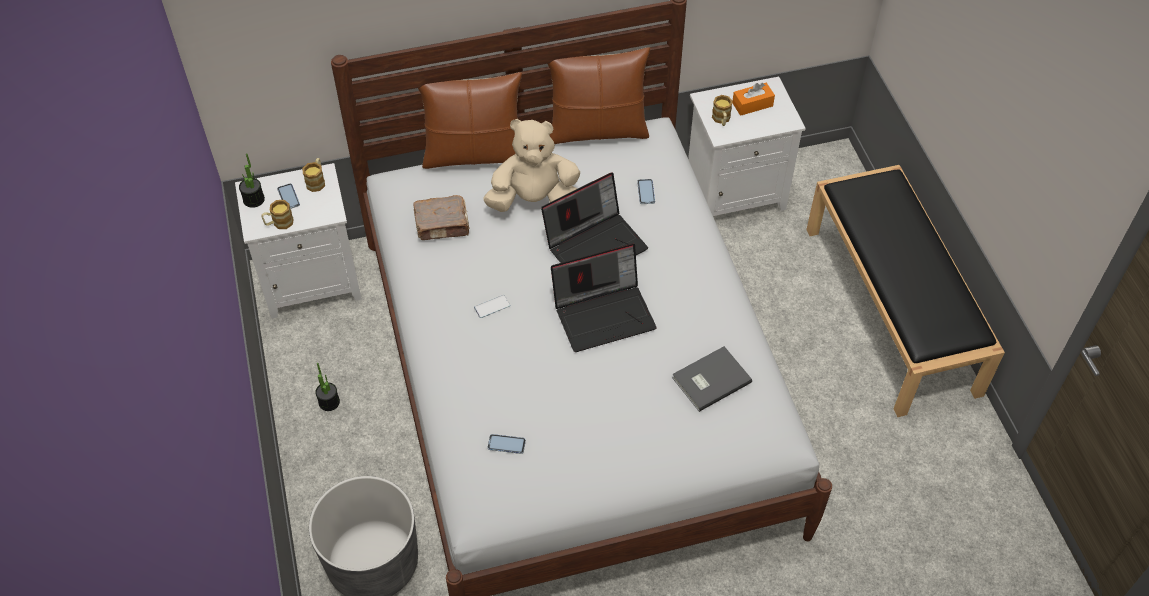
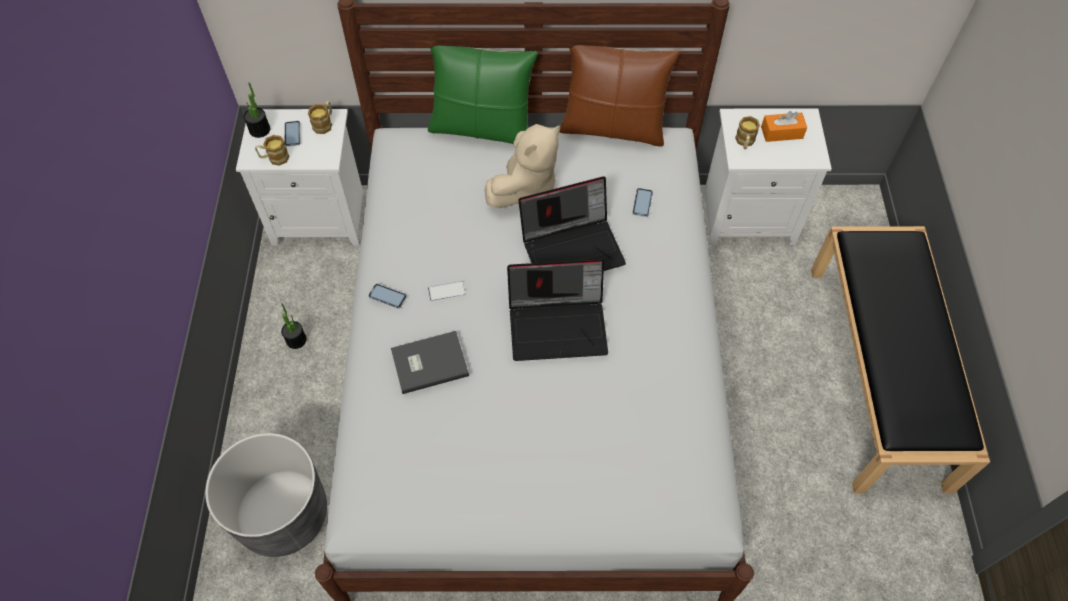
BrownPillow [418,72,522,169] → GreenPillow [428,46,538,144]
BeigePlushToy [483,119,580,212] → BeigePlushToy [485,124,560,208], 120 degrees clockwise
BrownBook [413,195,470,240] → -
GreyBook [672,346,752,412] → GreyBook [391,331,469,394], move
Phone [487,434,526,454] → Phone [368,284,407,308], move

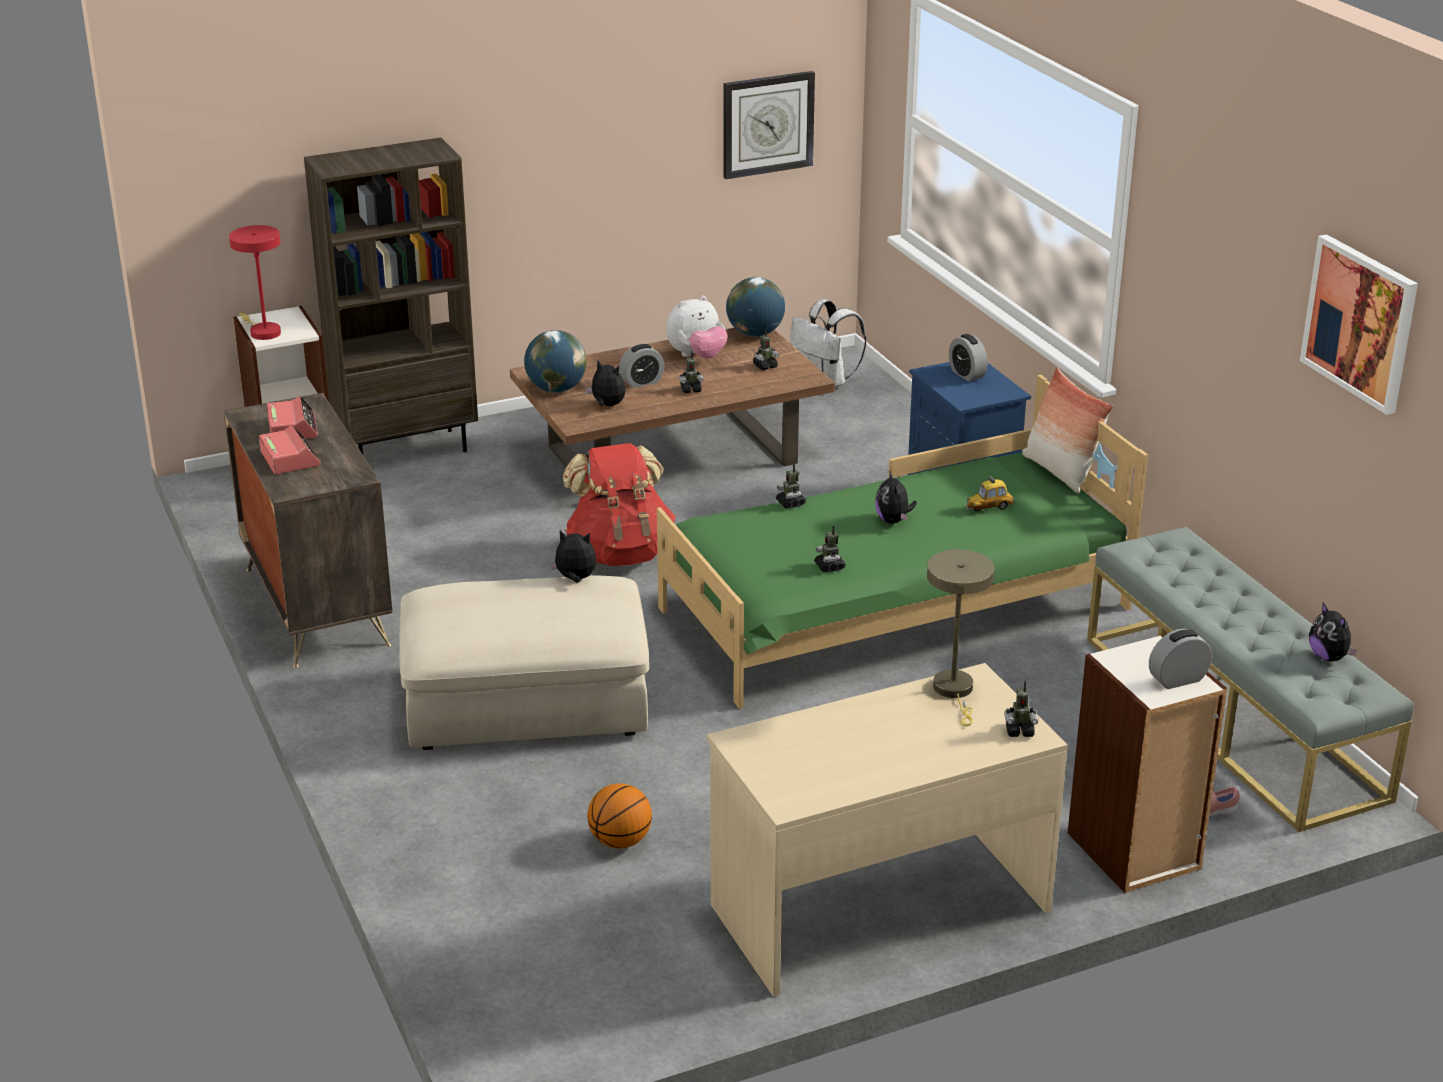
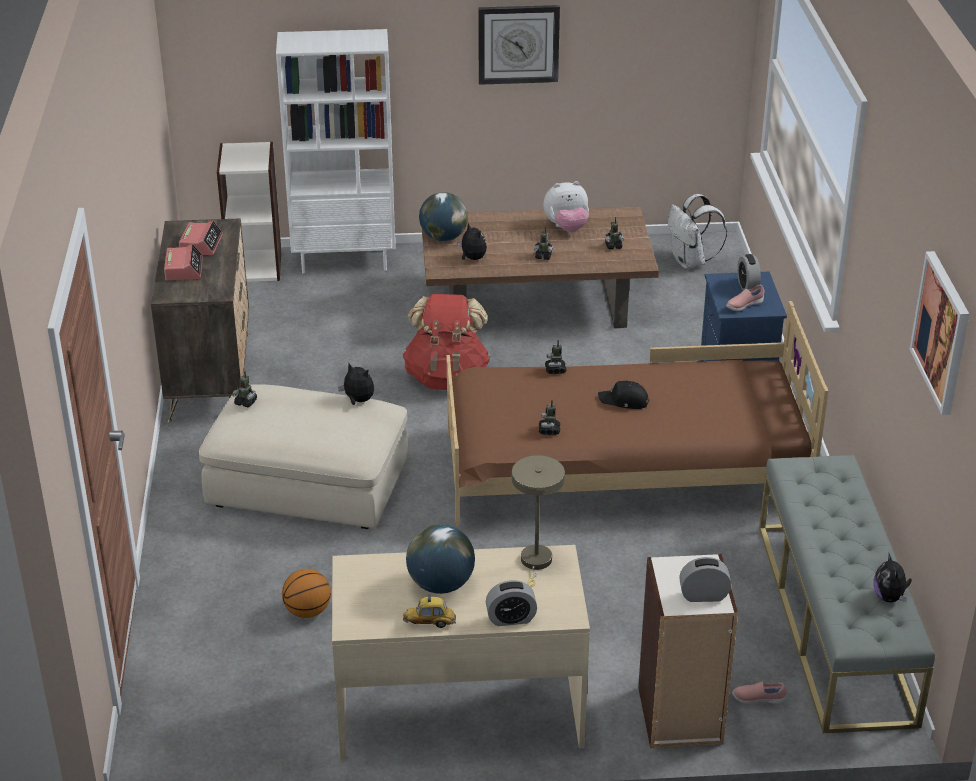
WallClock [723,71,815,179] → WallClock [478,5,560,85], move
BrownBookcase [304,138,478,454] → WhiteBookcase [276,29,395,274]
RedTableLamp [229,225,281,340] → -
Globe [726,277,785,337] → Globe [406,524,475,594], move
AlarmClock [619,344,665,388] → AlarmClock [486,580,537,626], move
Pillow [1022,368,1113,493] → -
GreenBed [657,375,1148,709] → BrownBed [446,301,829,526]
PlushToy [875,470,917,524] → BlackCap [598,381,649,409]
ToyCar [966,476,1015,511] → ToyCar [403,594,456,628], move
ToyRobot [1004,680,1038,737] → ToyRobot [232,371,257,408], move
- → PinkShoe [726,285,765,311]

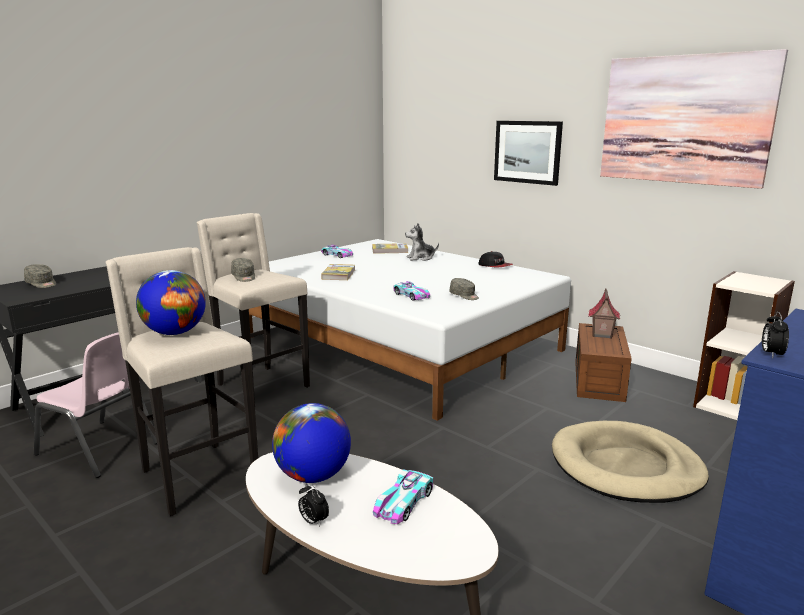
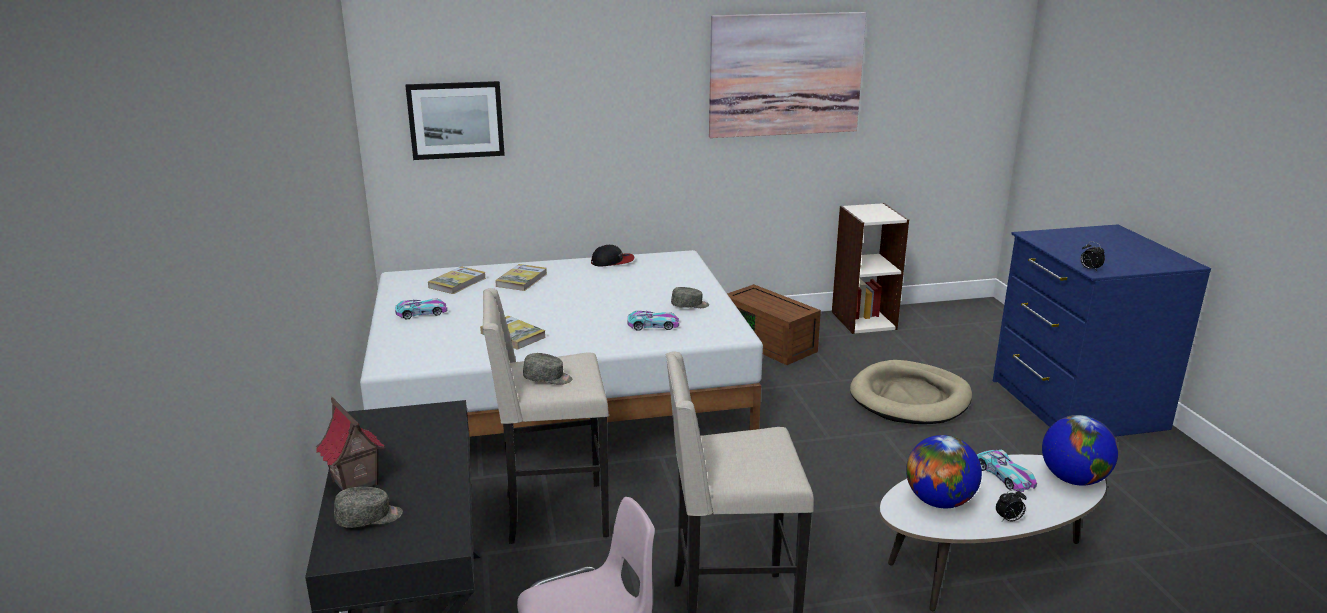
Picture [494,121,563,186] → Picture [405,81,505,160], move
PlushToy [405,223,439,261] → Book [495,264,547,291]
Globe [136,270,206,335] → Globe [1042,415,1118,486], move
ToyHouse [588,289,620,339] → ToyHouse [316,397,385,490], move

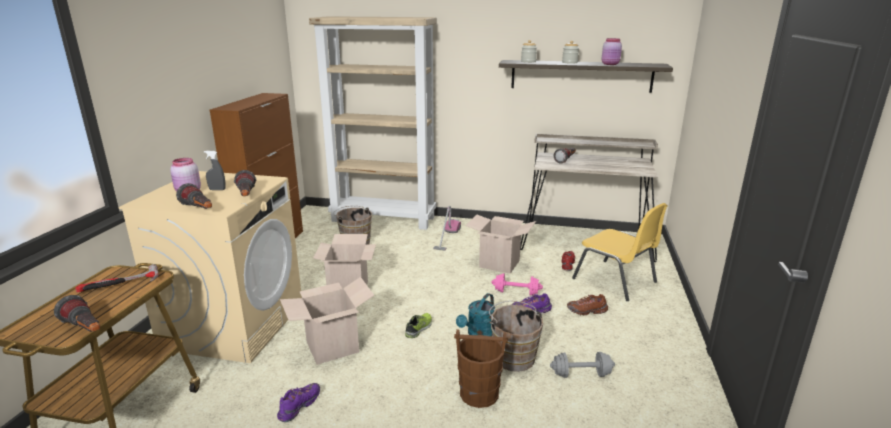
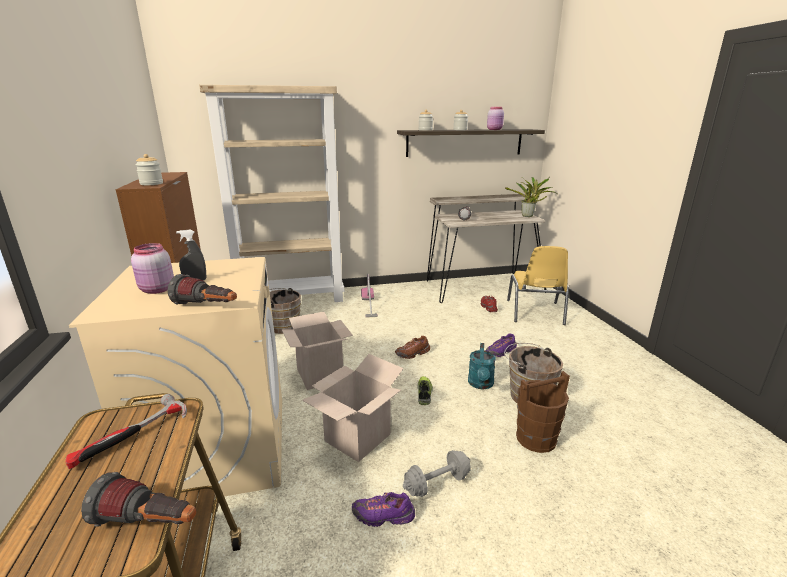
Flashlight [234,170,256,196] → -
YellowChair [572,203,668,301] → YellowChair [507,246,569,325], 75 degrees clockwise
CardboardBox [465,215,536,274] → -
PinkDumbbell [491,273,543,296] → -
BrownShoe [567,294,608,315] → BrownShoe [395,336,430,359], move
GreyDumbbell [550,352,615,378] → GreyDumbbell [403,450,470,497], move
PurpleShoe [277,383,320,422] → PurpleShoe [352,492,415,527], 90 degrees counterclockwise
- → Jar [135,154,163,185]
- → PottedPlant [505,177,557,217]

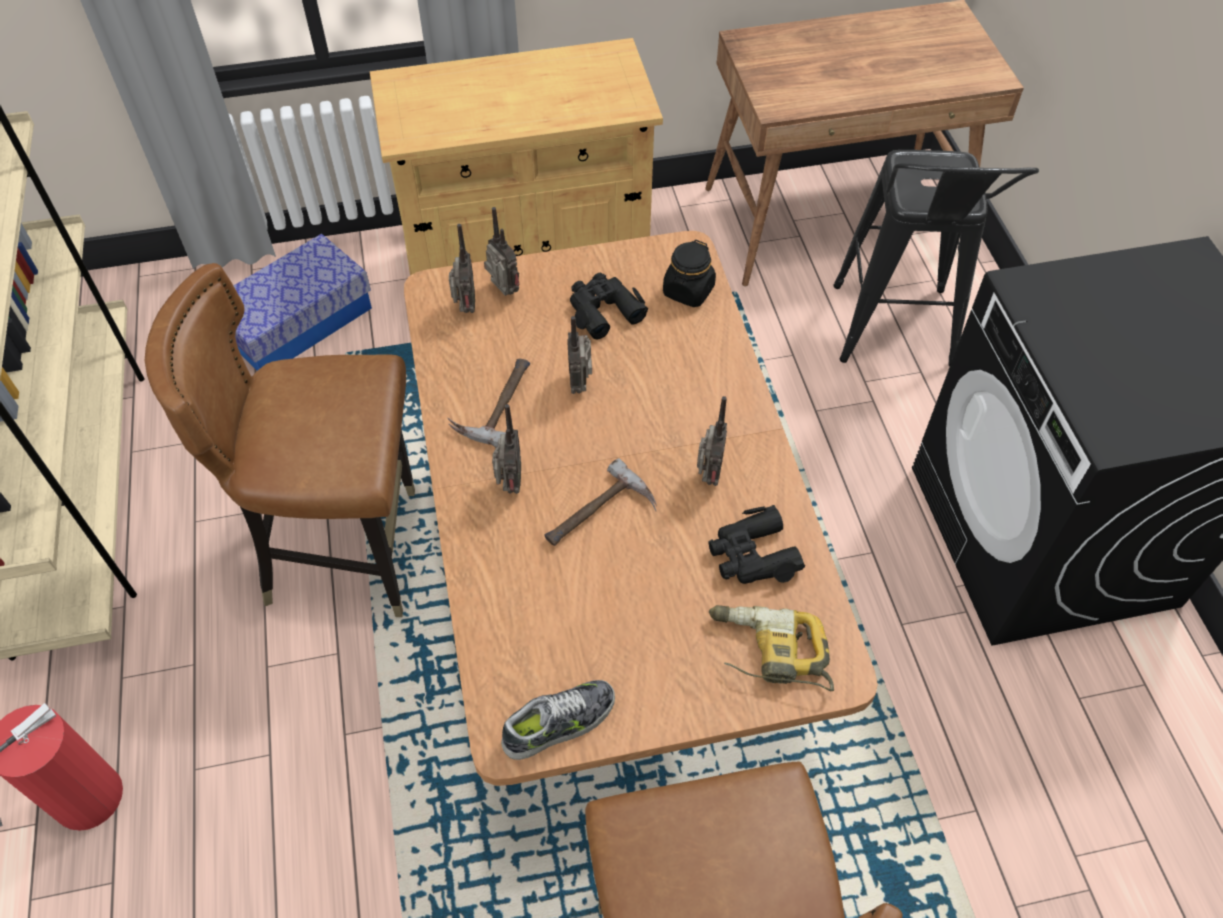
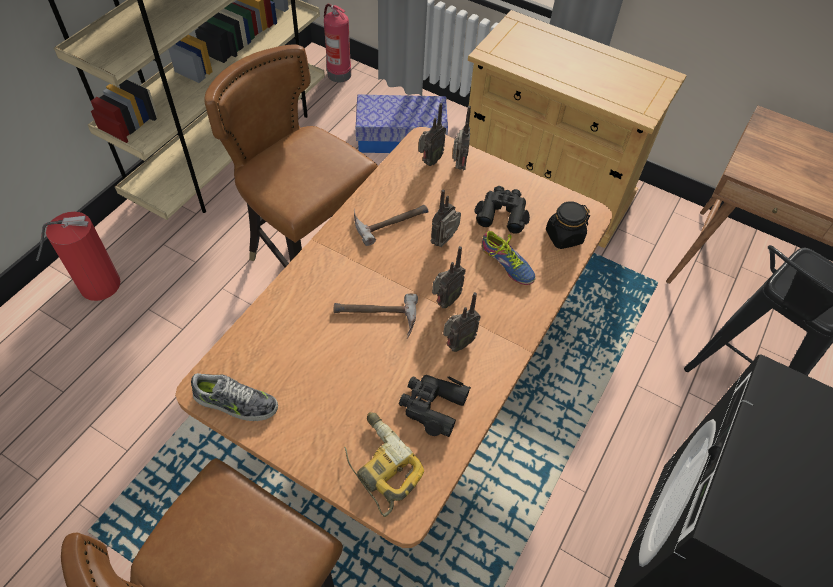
Radio [492,404,521,494] → Radio [432,246,465,308], move
- → FireExtinguisher [324,4,351,82]
- → Shoe [482,231,536,285]

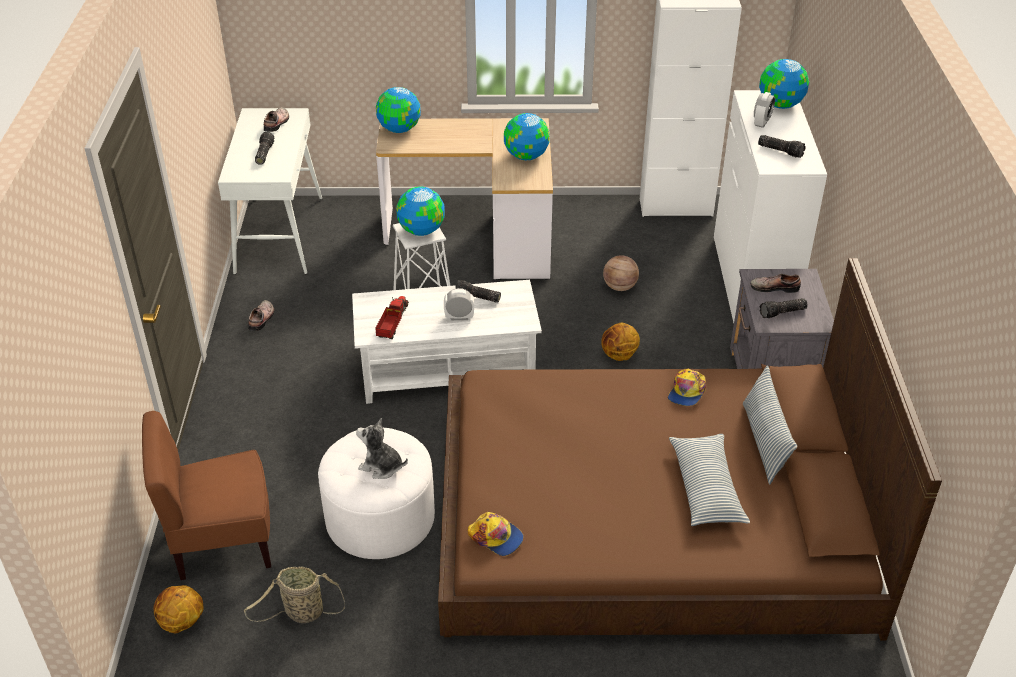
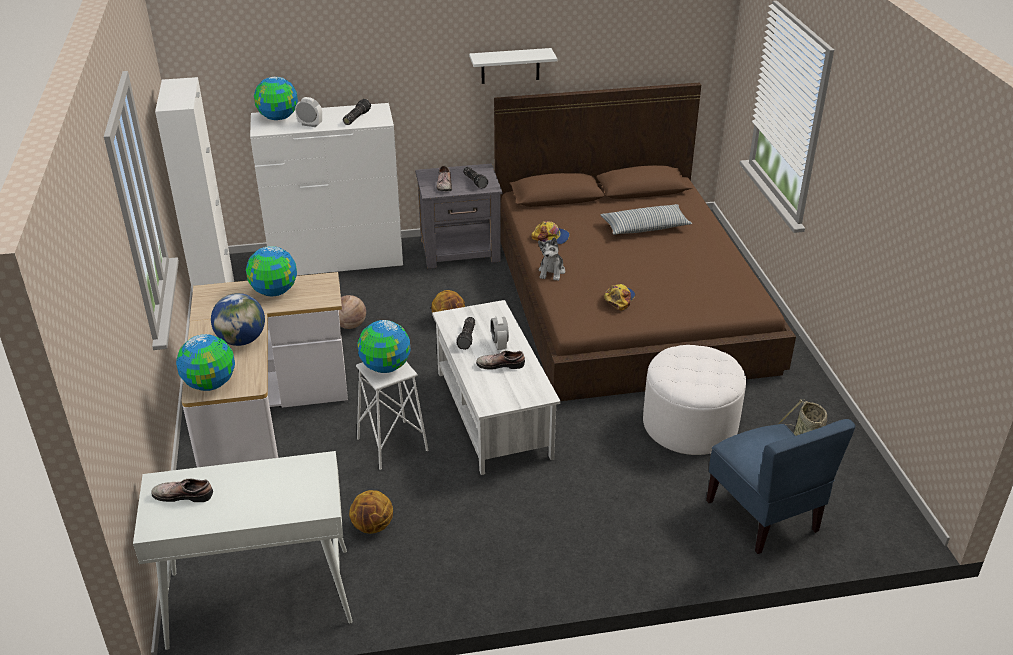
Flashlight [255,132,274,165] → -
ToyTruck [375,296,409,339] → -
Shoe [248,300,275,331] → Shoe [476,351,525,369], move
Pillow [743,365,797,484] → -
BrownChair [142,411,271,580] → BlueChair [706,419,856,554]
PlushToy [356,418,408,479] → PlushToy [538,237,565,281], move
Cap [467,512,524,556] → Cap [604,284,635,310], move
Basketball [154,585,203,634] → Basketball [349,490,393,534], move
- → WhiteShelf [469,48,557,84]
- → Globe [211,293,265,346]

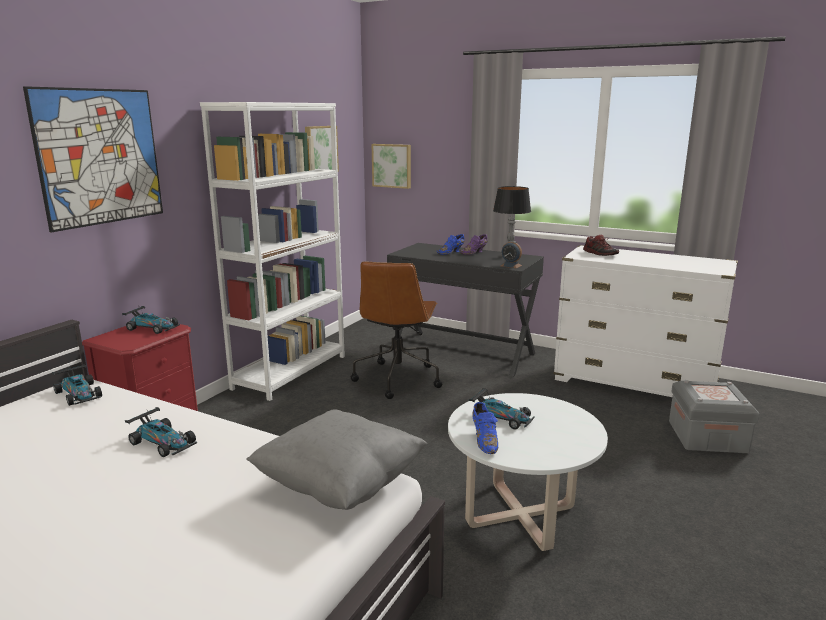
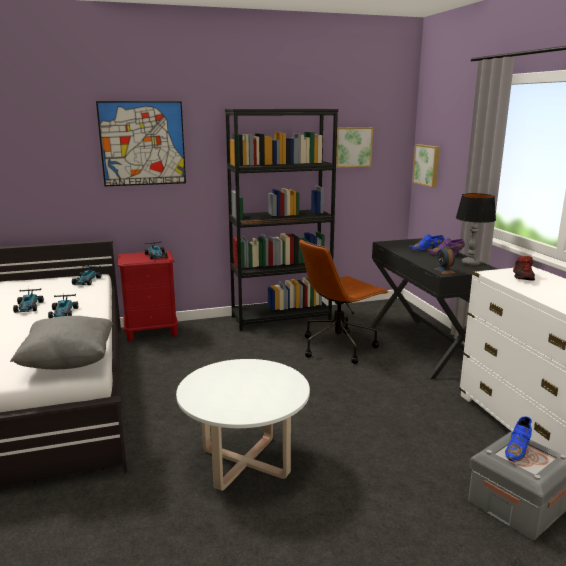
WhiteBookcase [200,102,345,401] → BlackBookcase [225,109,338,331]
ToyCar [469,388,535,429] → ToyCar [13,287,44,313], move
BlueShoe [472,402,498,454] → BlueShoe [505,417,532,461], move

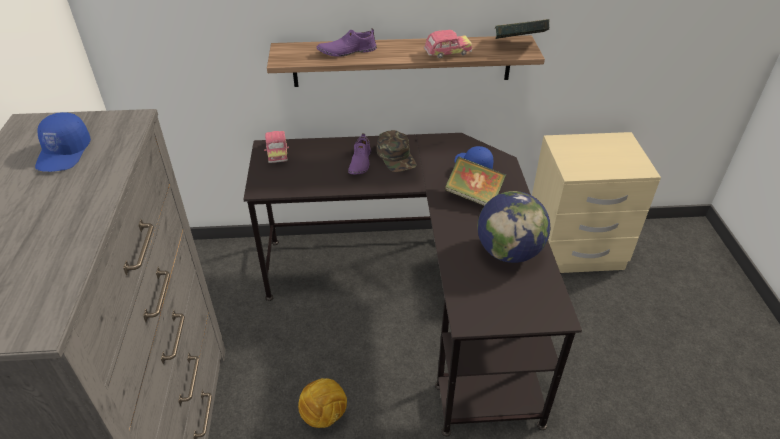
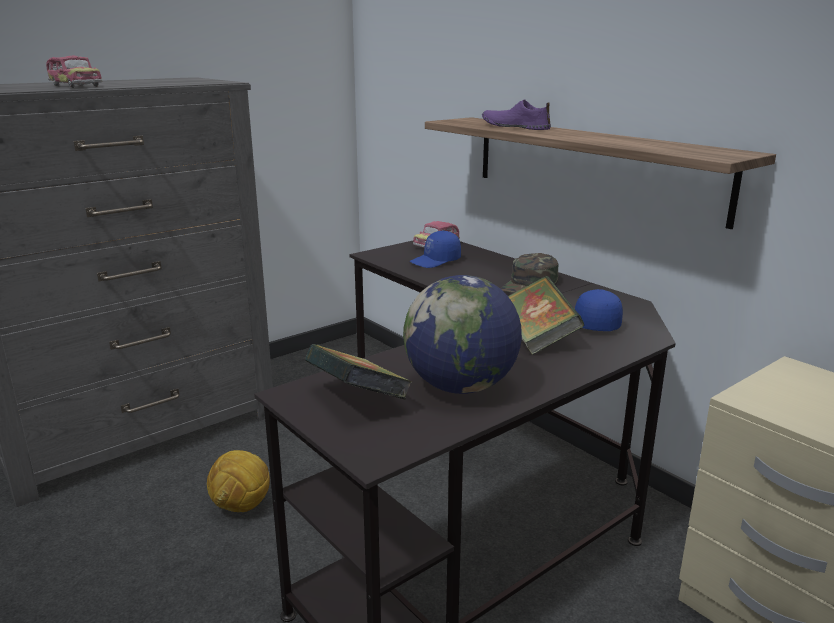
Book [495,19,549,39] → Book [305,344,412,399], move
ToyCar [424,30,472,58] → ToyCar [46,55,102,88], move
BlueCap [35,112,91,172] → BlueCap [410,231,461,268], move
PurpleShoe [348,134,371,174] → -

